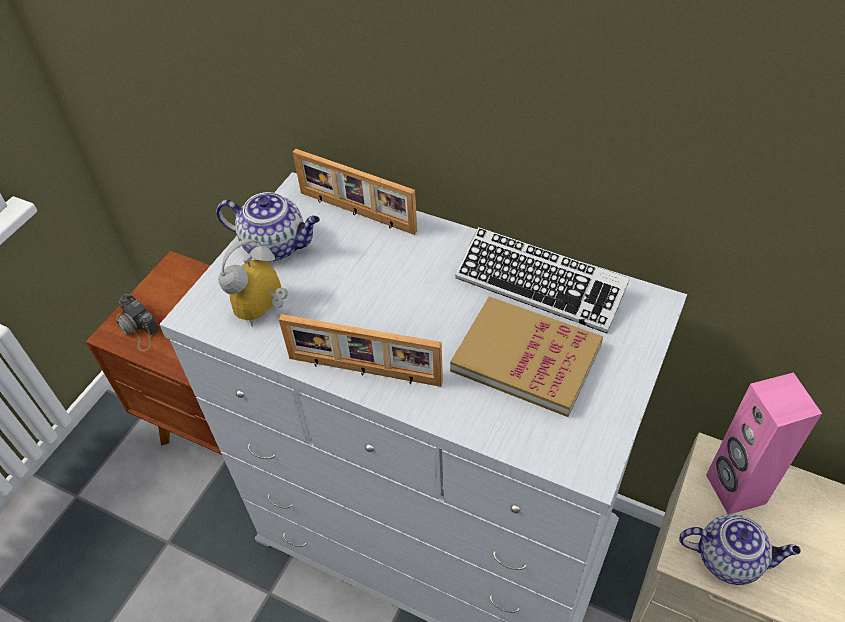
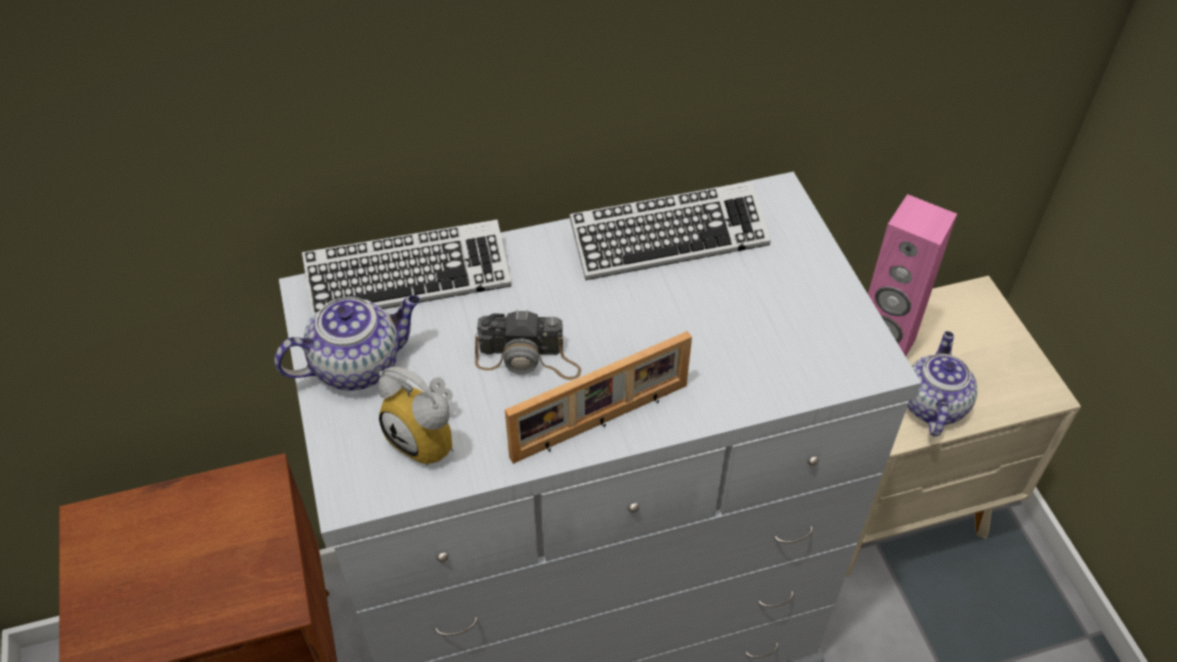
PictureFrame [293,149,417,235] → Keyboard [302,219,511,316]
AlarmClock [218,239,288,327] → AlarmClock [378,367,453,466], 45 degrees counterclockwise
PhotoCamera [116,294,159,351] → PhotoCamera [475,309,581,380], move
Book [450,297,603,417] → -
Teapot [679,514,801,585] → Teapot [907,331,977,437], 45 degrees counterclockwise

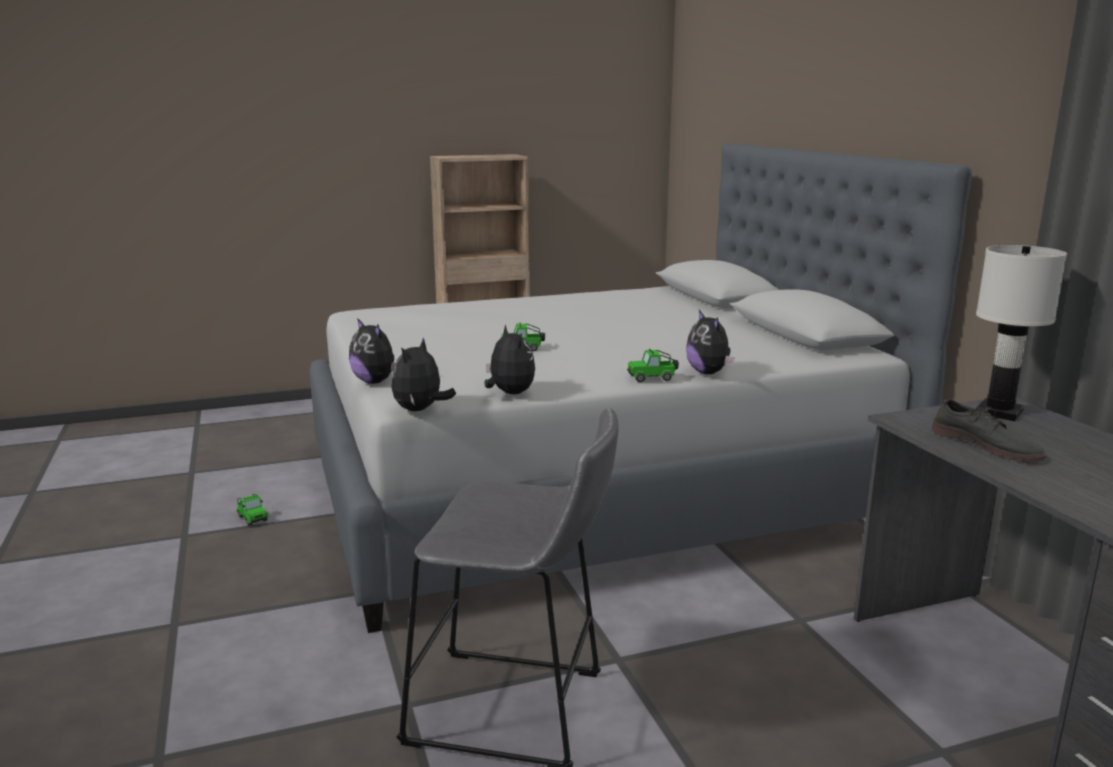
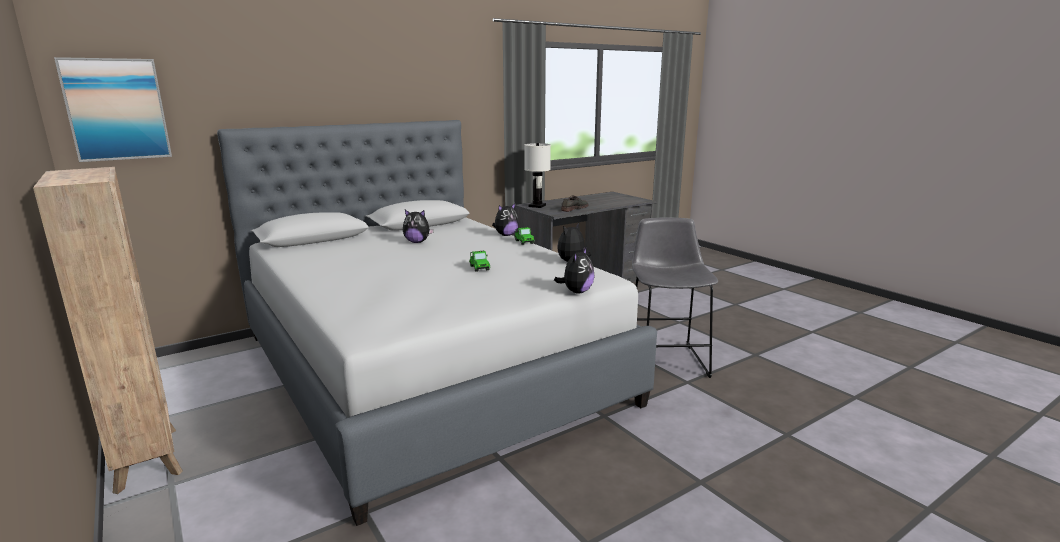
PlushToy [391,338,456,411] → PlushToy [403,210,434,243], move
ToyCar [237,494,269,526] → -
- → Picture [54,57,172,162]

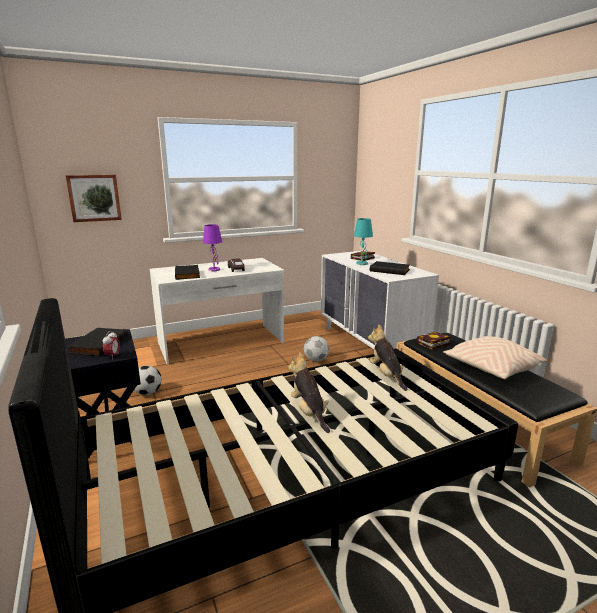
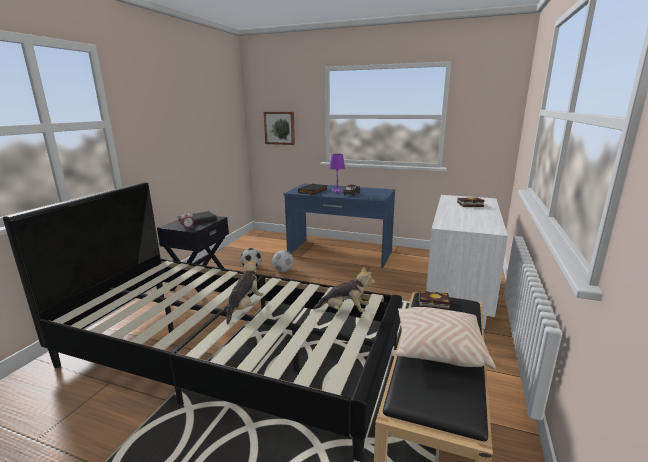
TurquoiseTableLamp [354,218,373,265] → -
WhiteDesk [150,258,284,365] → BlueDesk [284,183,395,269]
BlackBook [370,261,410,275] → -
PlushToy [368,324,407,391] → PlushToy [313,266,375,312], 75 degrees clockwise
Football [304,336,329,362] → Football [272,250,294,272], move

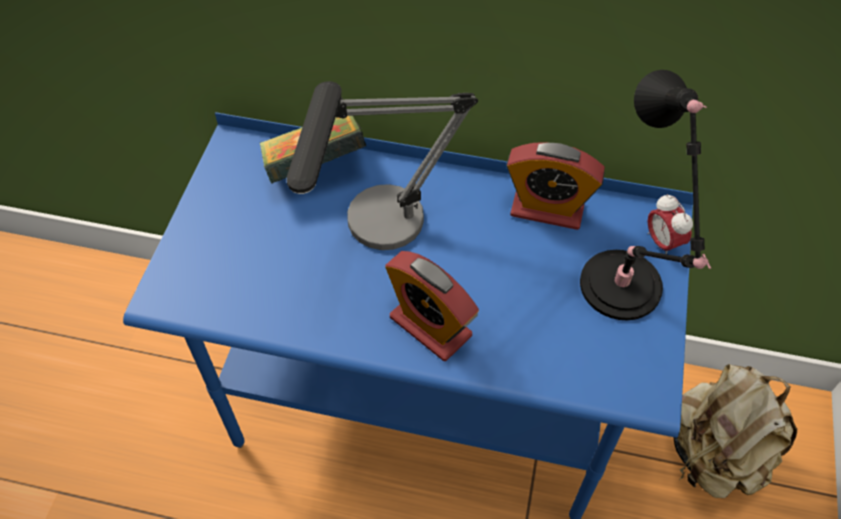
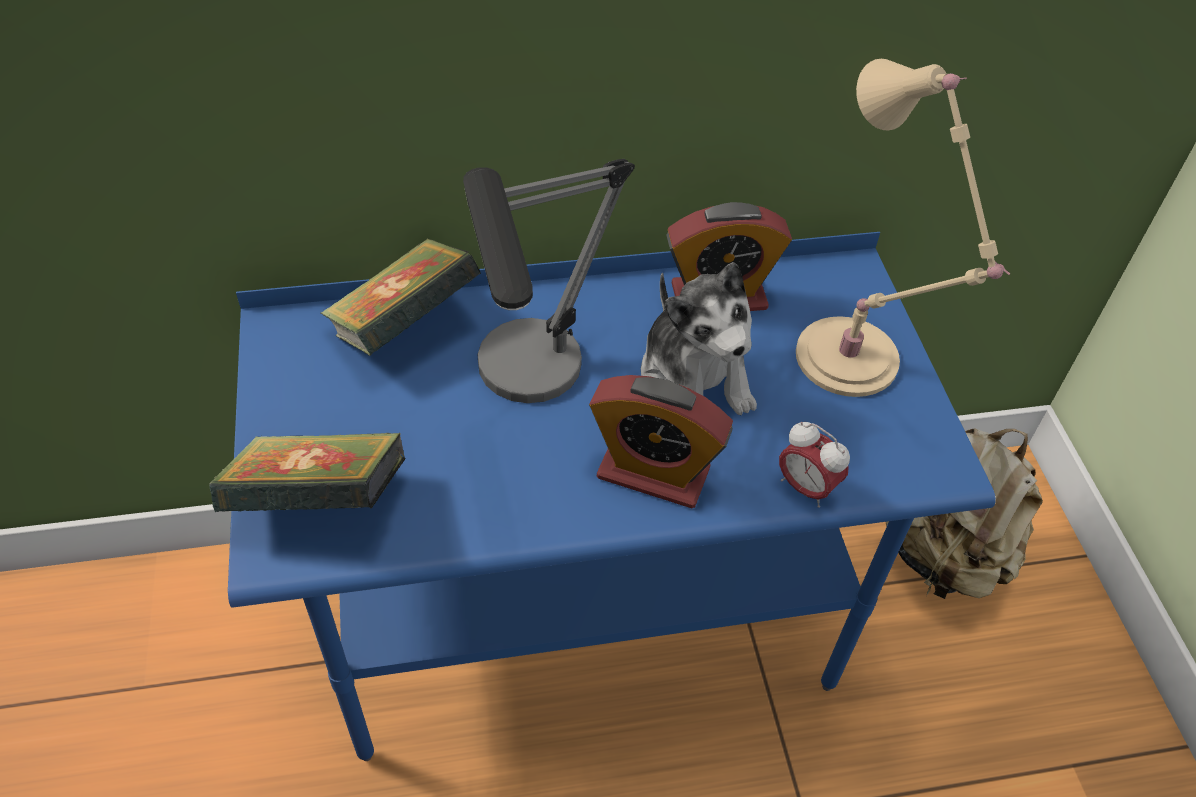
BlackTableLamp [580,70,711,320] → BeigeTableLamp [796,59,1011,397]
AlarmClock [648,194,693,254] → AlarmClock [779,422,850,508], move
- → PlushToy [641,262,757,415]
- → Book [209,433,406,512]

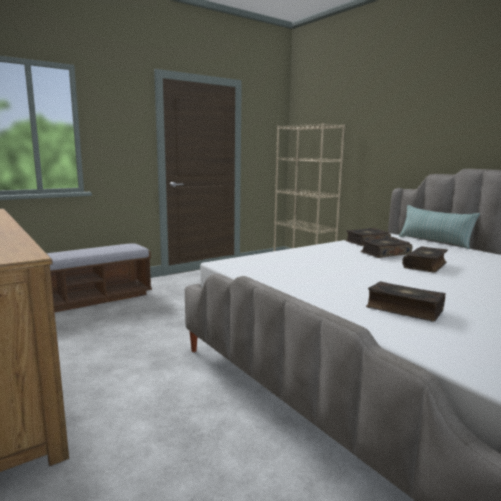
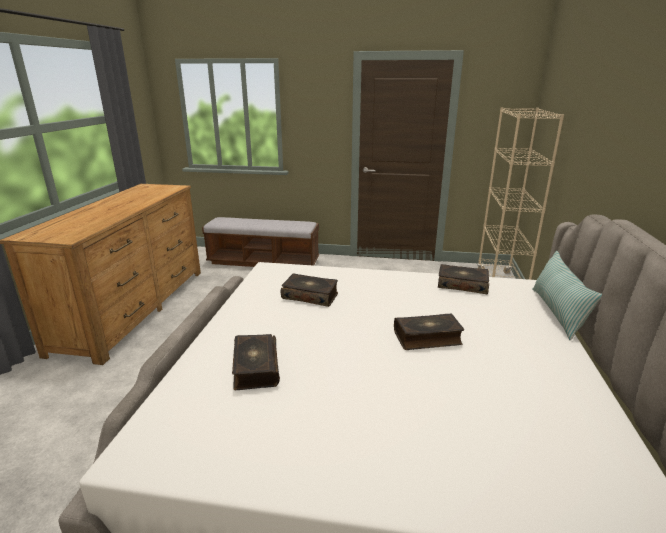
Book [360,237,413,258] → Book [281,274,338,307], move

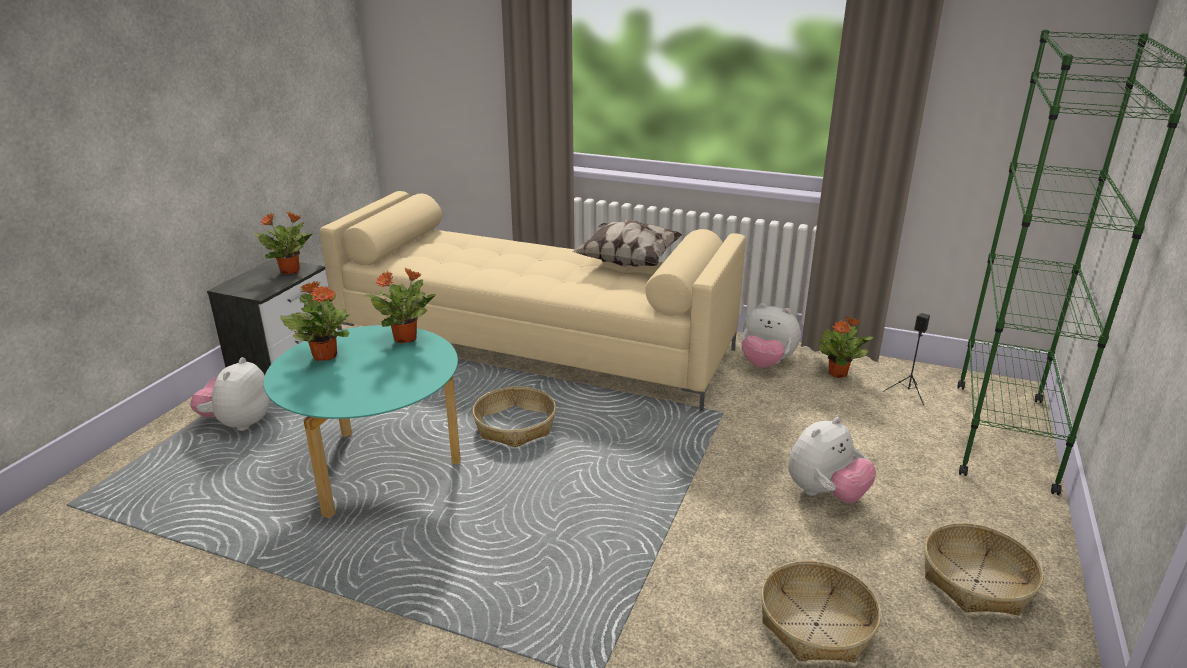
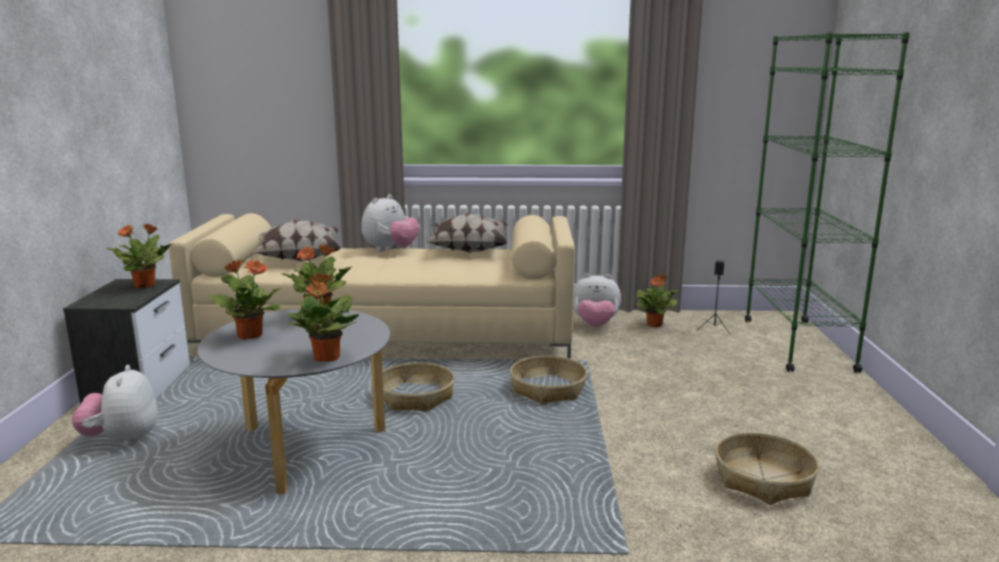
TurquoiseCoffeeTable [264,325,461,519] → GreyCoffeeTable [197,309,390,494]
PlushToy [788,417,876,503] → PlushToy [361,195,419,251], move
Basket [924,523,1043,615] → Basket [510,356,587,404], move
- → Pillow [253,220,341,262]
- → PottedPlant [287,273,359,362]

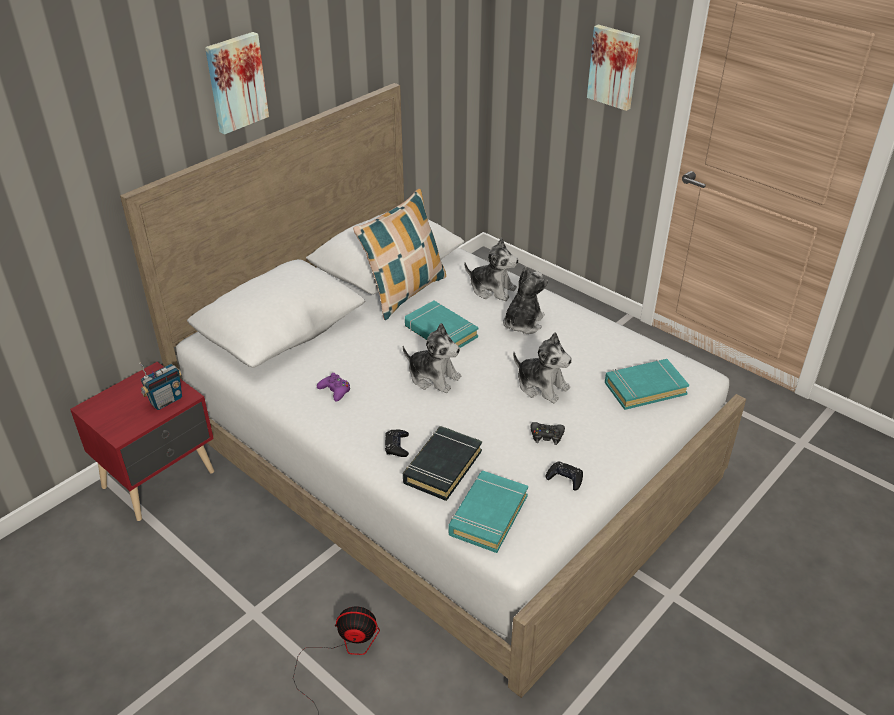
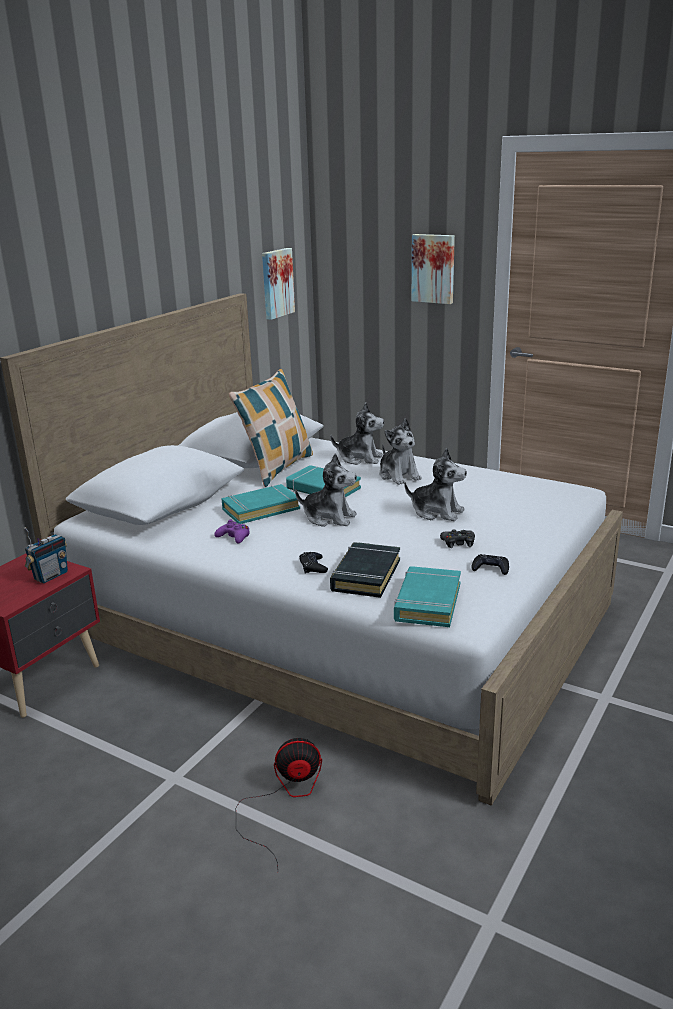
Picture [205,32,269,134] → Picture [262,248,295,320], move
PlushToy [503,266,548,334] → PlushToy [379,418,422,485], 135 degrees clockwise
TurquoiseBook [605,359,689,410] → TurquoiseBook [221,484,300,524], move

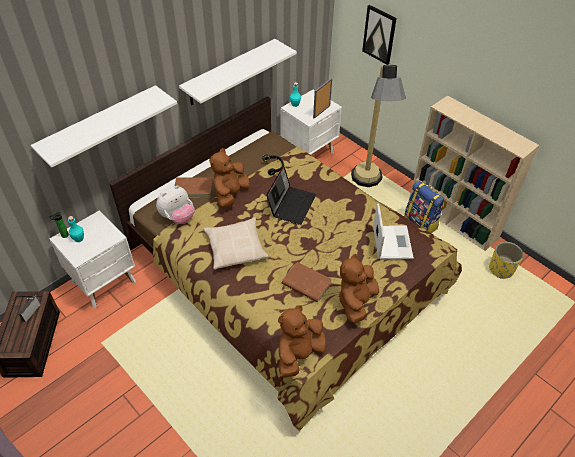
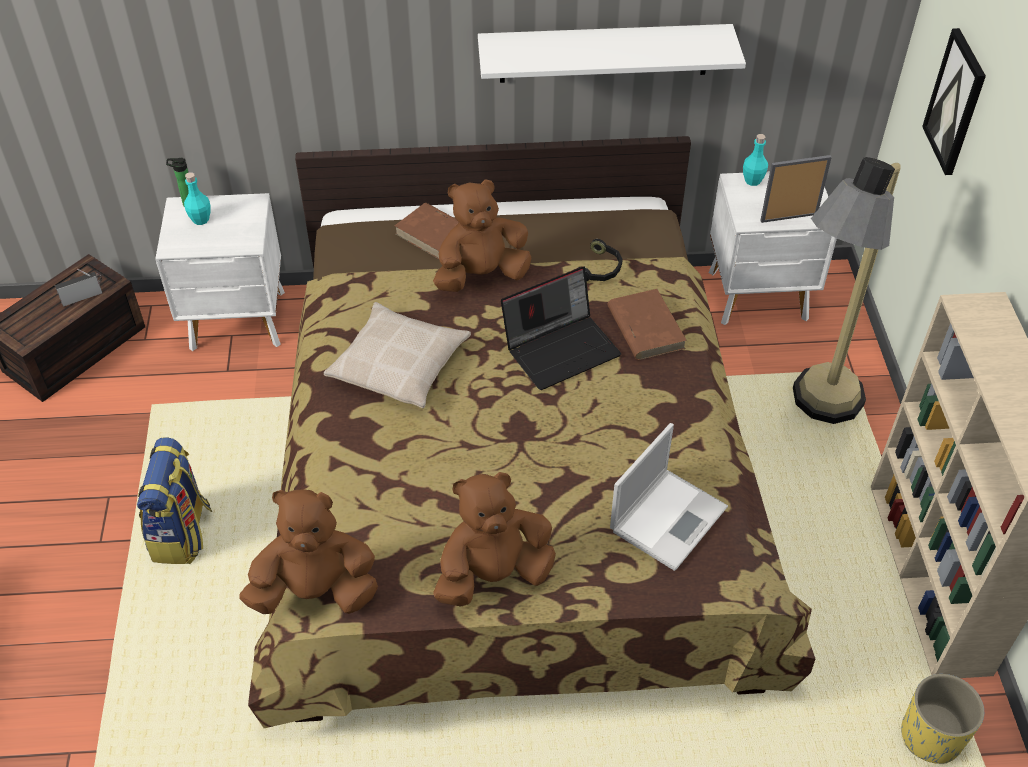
WhiteShelf [31,85,177,168] → -
Backpack [404,181,444,233] → Backpack [137,437,212,564], move
PlushToy [156,185,195,224] → -
BrownBook [282,262,332,302] → BrownBook [607,289,687,360], move

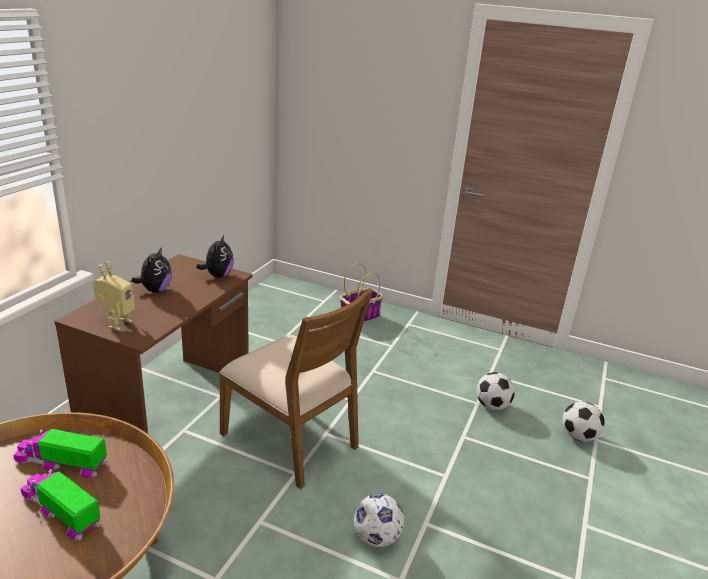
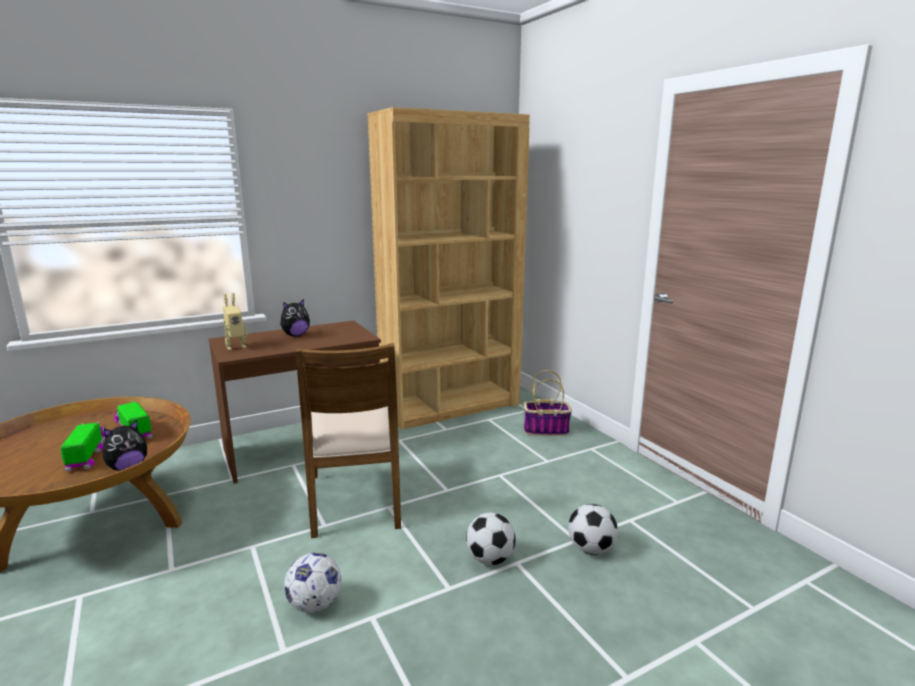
PlushToy [196,235,234,278] → PlushToy [103,420,147,471], move
Football [562,401,605,442] → Football [466,513,515,565], move
- → BrownBookcase [367,107,530,430]

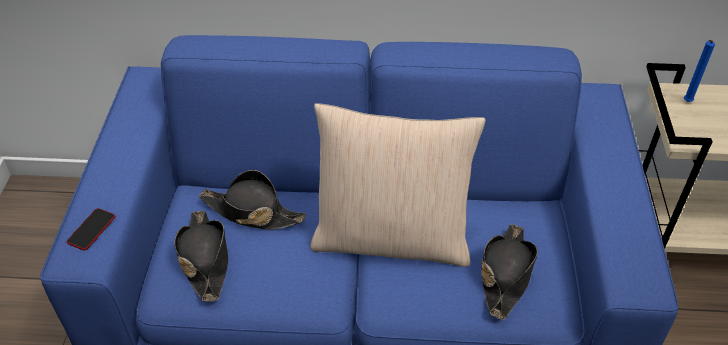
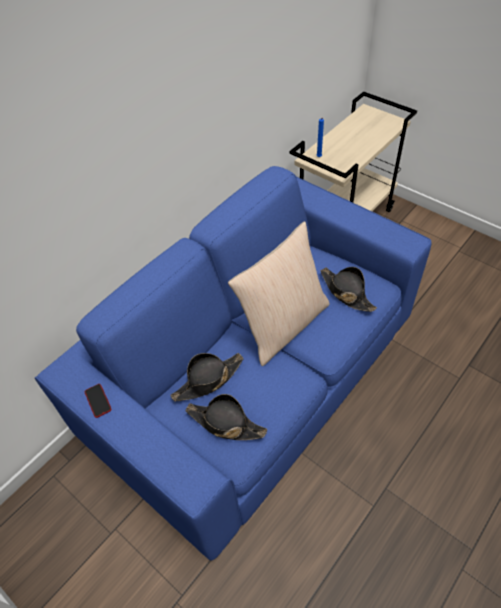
Phone [67,208,115,250] → Phone [85,384,111,418], move

